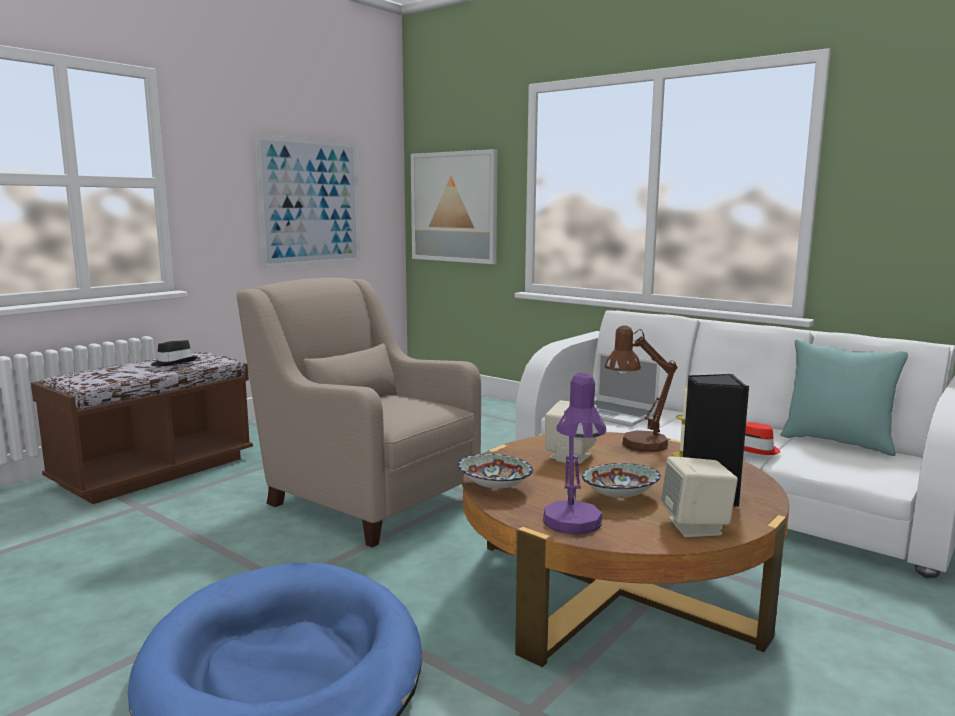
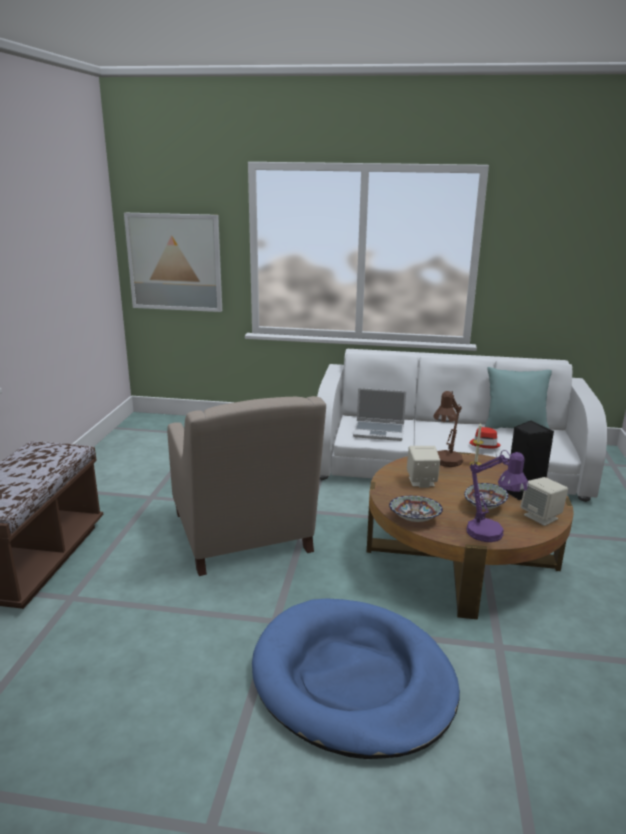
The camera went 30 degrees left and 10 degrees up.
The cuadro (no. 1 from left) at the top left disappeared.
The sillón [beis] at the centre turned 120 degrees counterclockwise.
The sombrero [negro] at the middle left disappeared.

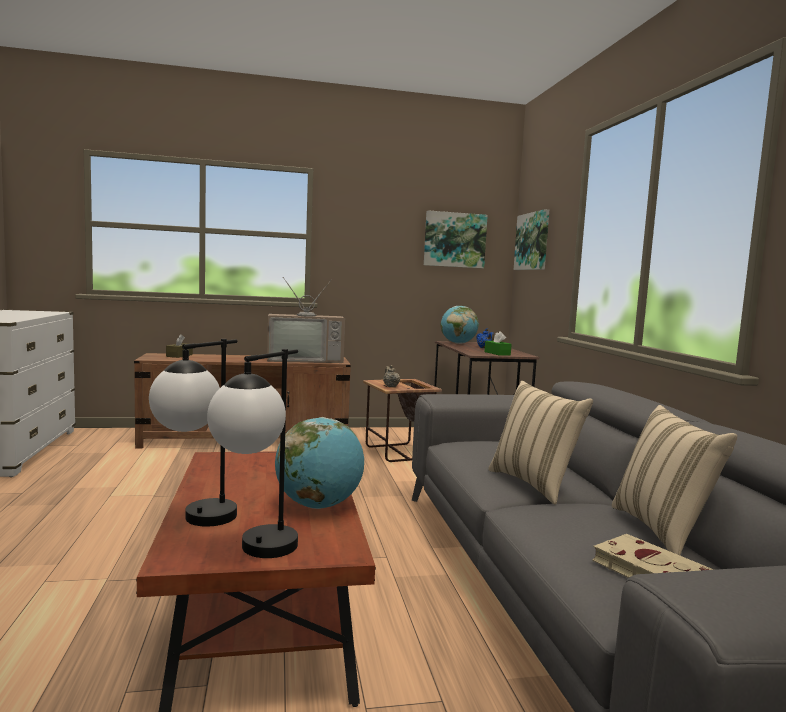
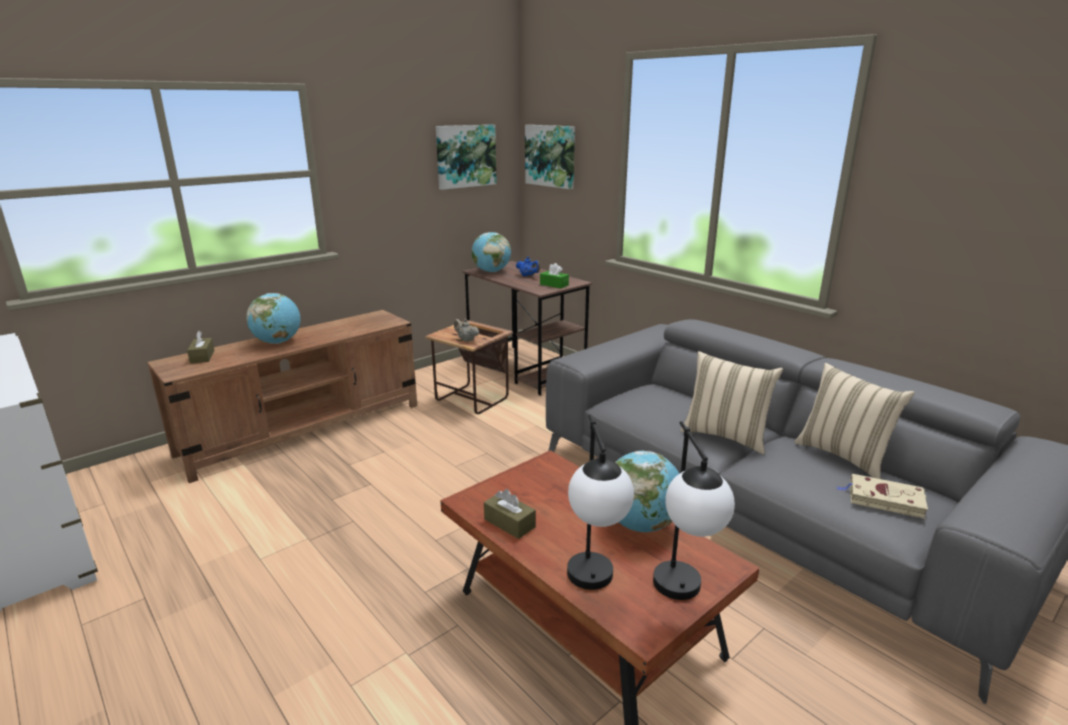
The camera went 30 degrees left and 15 degrees up.
The televisor at the centre disappeared.
The globo terráqueo (no. 1 from left) at the middle left appeared.
The caja de pañuelos [marrón] (no. 2 from left) at the bottom centre appeared.

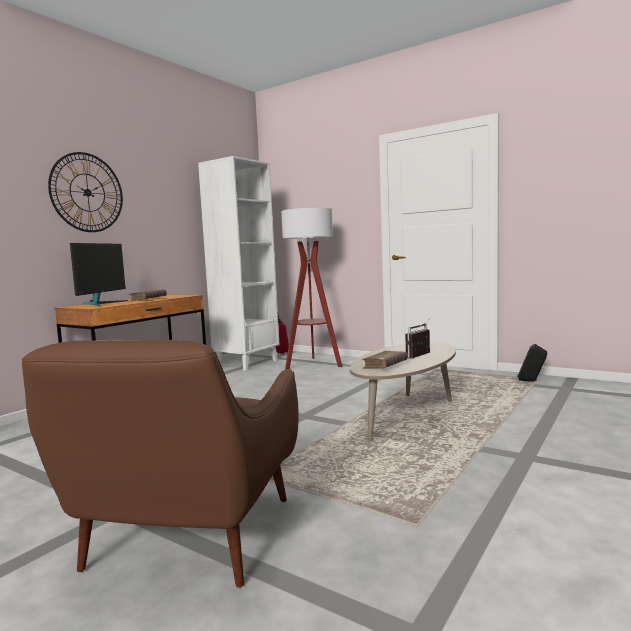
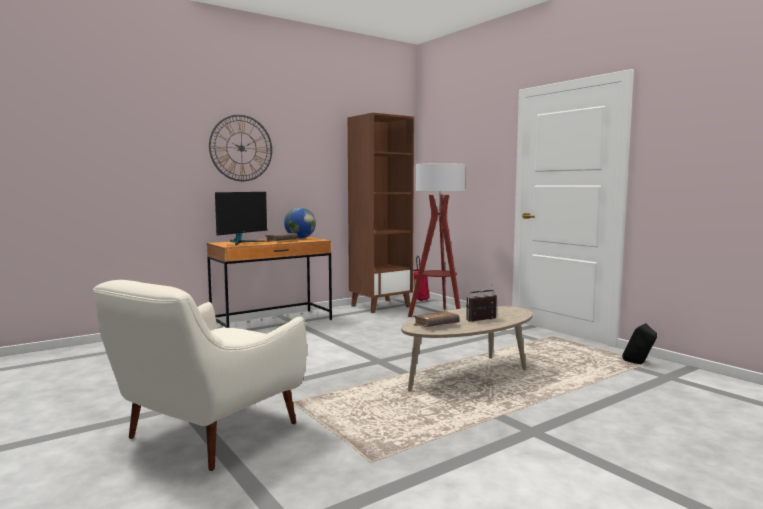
The camera went 20 degrees right and 0 degrees up.
The estantería [blanco] at the centre became the estantería [marrón] at the centre.
The sillón [marrón] at the bottom left became the sillón [blanco] at the bottom left.
The globo terráqueo at the centre appeared.

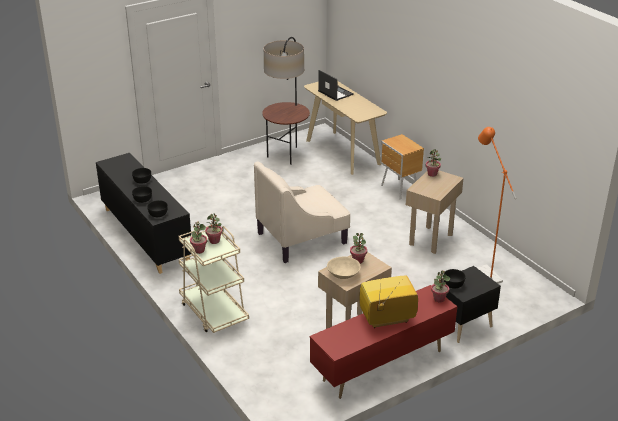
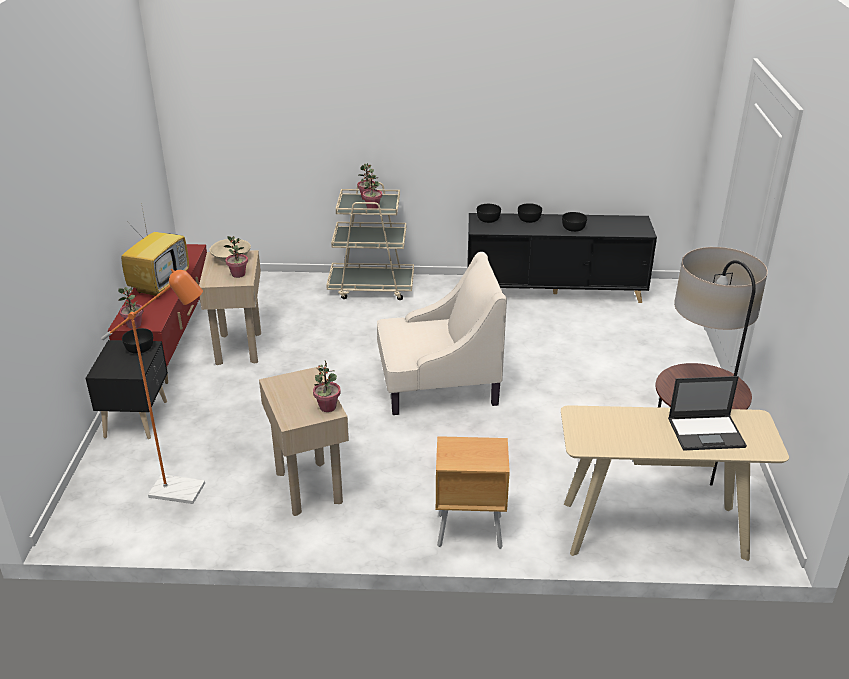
The camera went 125 degrees right and 0 degrees up.
The sillón [beis] at the centre turned 75 degrees clockwise.

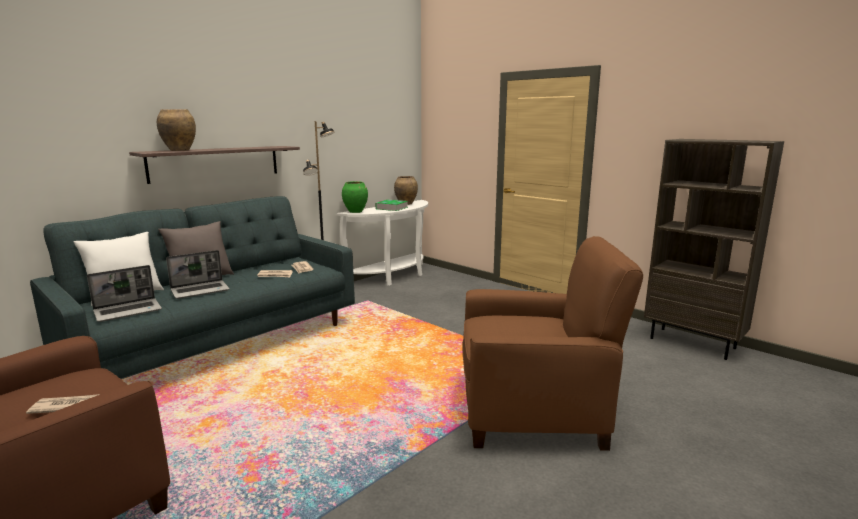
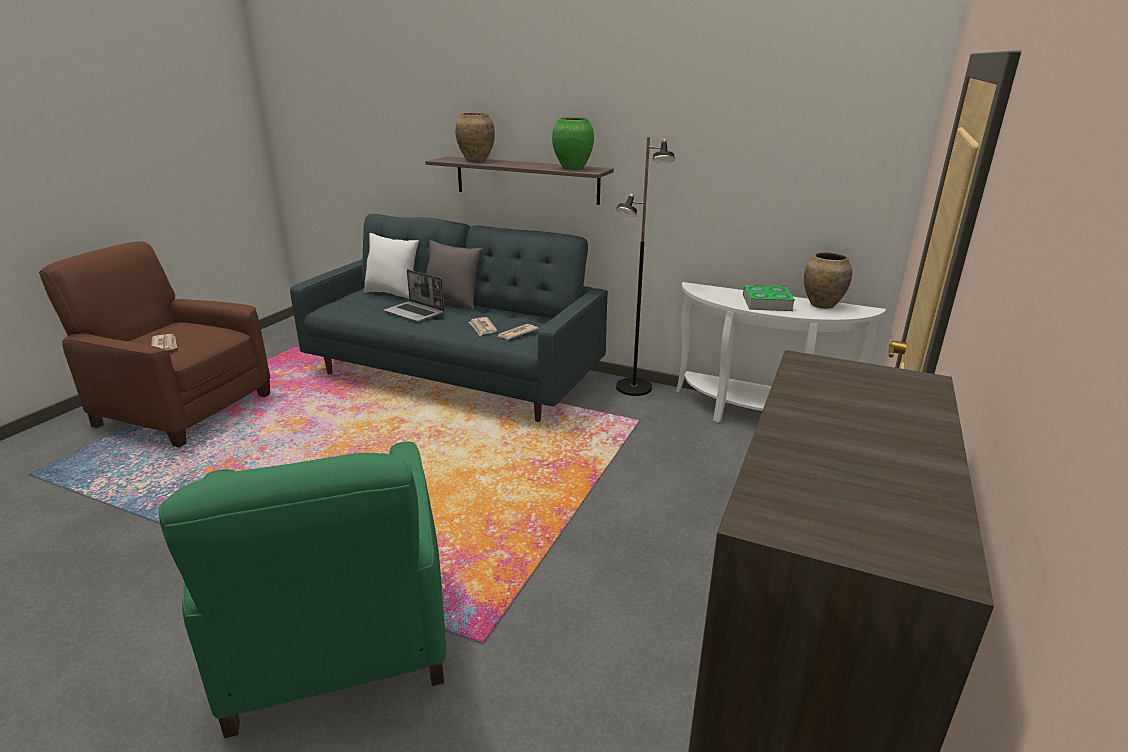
The camera went 70 degrees right and 10 degrees up.
The florero [verde] moved from the centre to the top centre.
The sillón [marrón] (no. 2 from left) at the centre became the sillón [verde] at the bottom left.
The portátil (no. 1 from left) at the middle left disappeared.

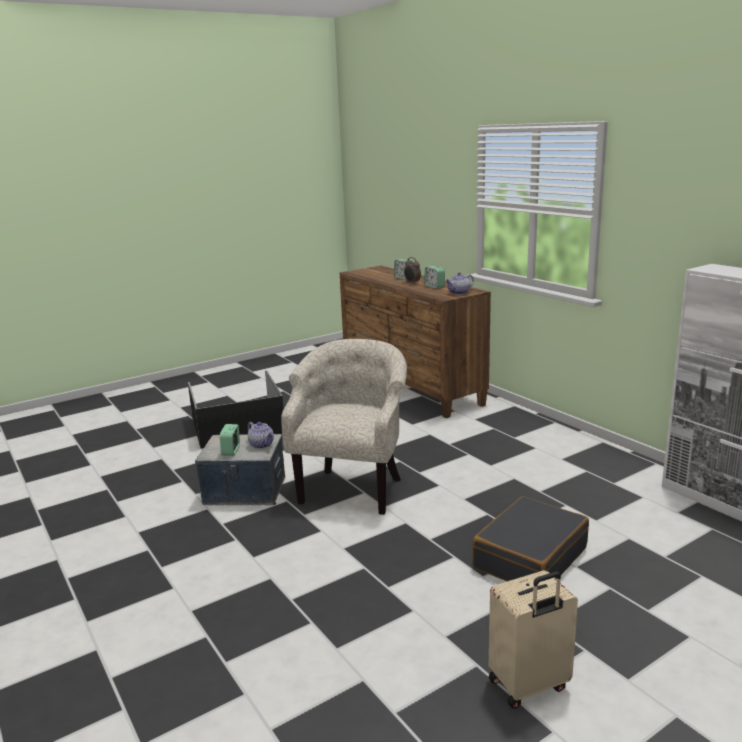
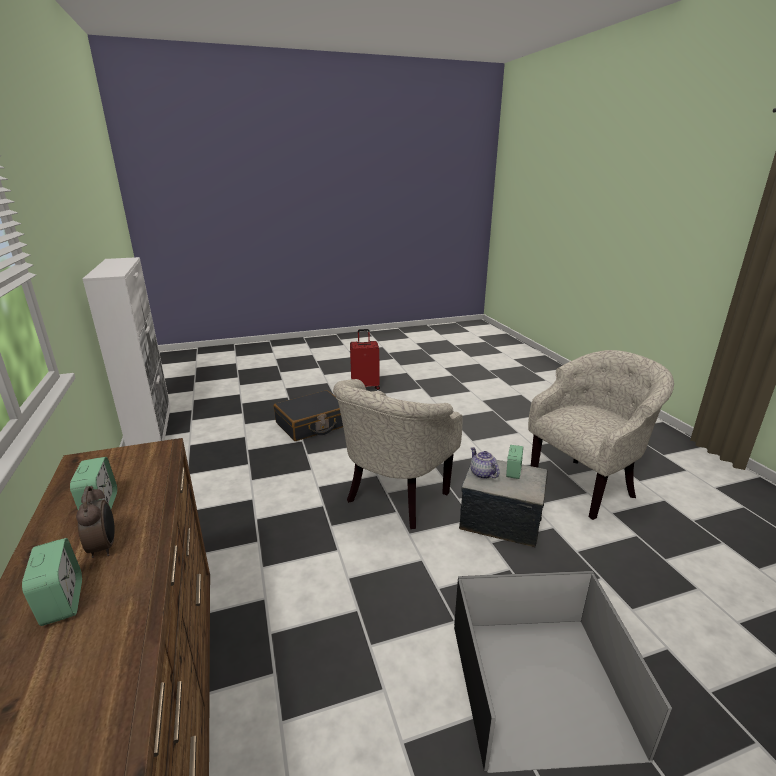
The camera went 165 degrees left and 5 degrees up.
The tetera (no. 2 from left) at the centre disappeared.
The maleta [beis] at the bottom right became the maleta [rojo] at the centre.
The sillón [beis] (no. 2 from left) at the middle right appeared.

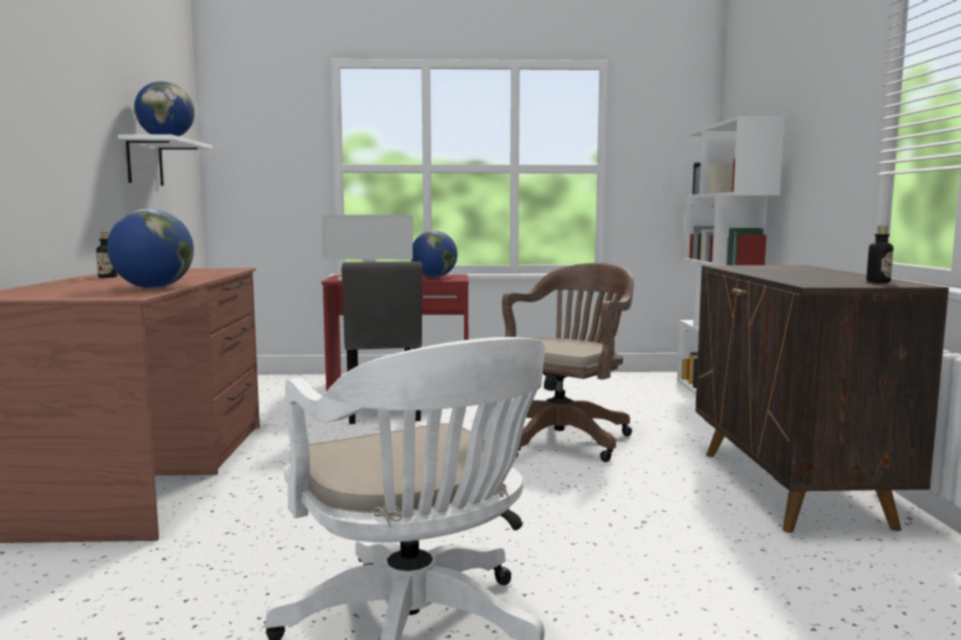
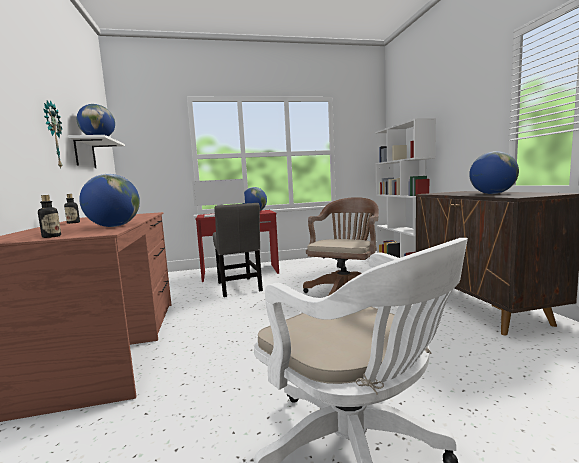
The camera went 10 degrees left and 0 degrees up.
The botella (no. 2 from left in the first image) moved from the middle right to the middle left.
The reloj de pared at the top left appeared.
The globo terráqueo (no. 4 from left) at the middle right appeared.

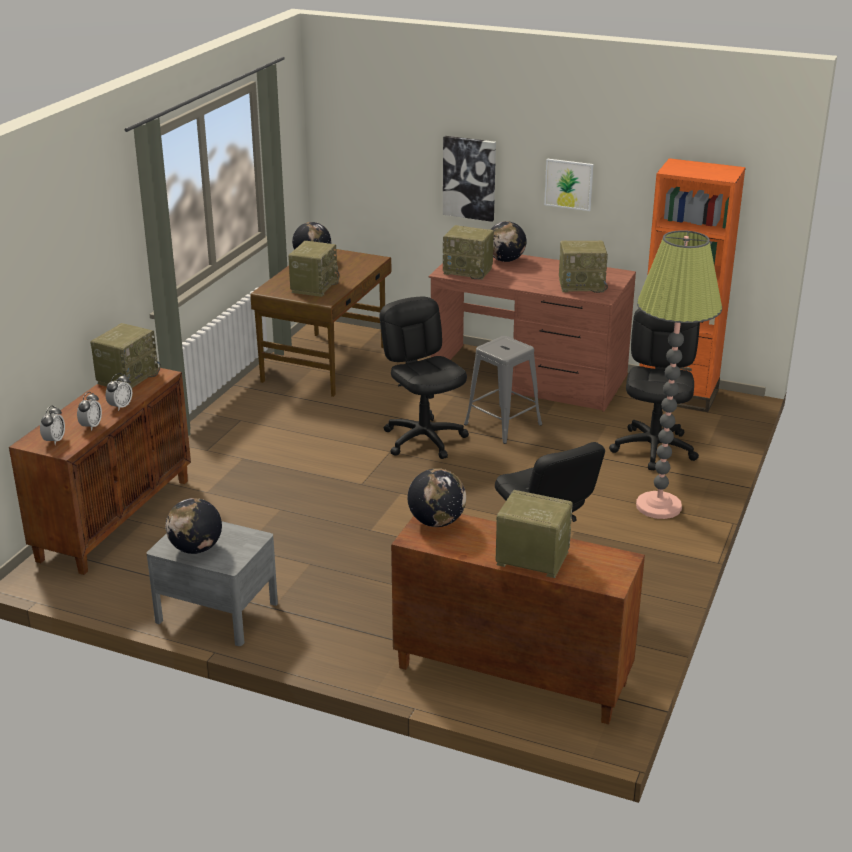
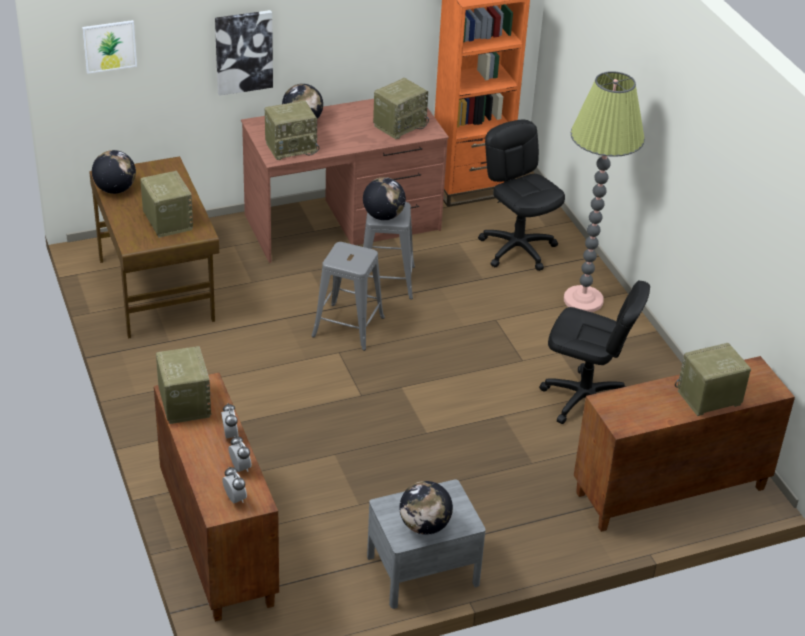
The camera went 45 degrees left and 10 degrees up.
The cuadro (no. 2 from left in the first image) moved from the top right to the top left.
The silla de oficina [negro] (no. 1 from left) at the centre was replaced by the taburete [gris] (no. 1 from left) at the centre.
The globo terráqueo (no. 3 from left) moved from the centre to the top centre.

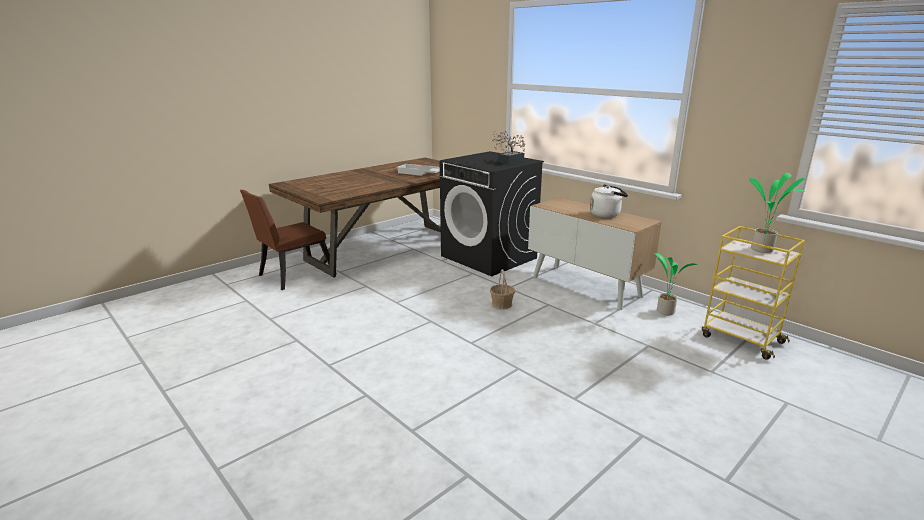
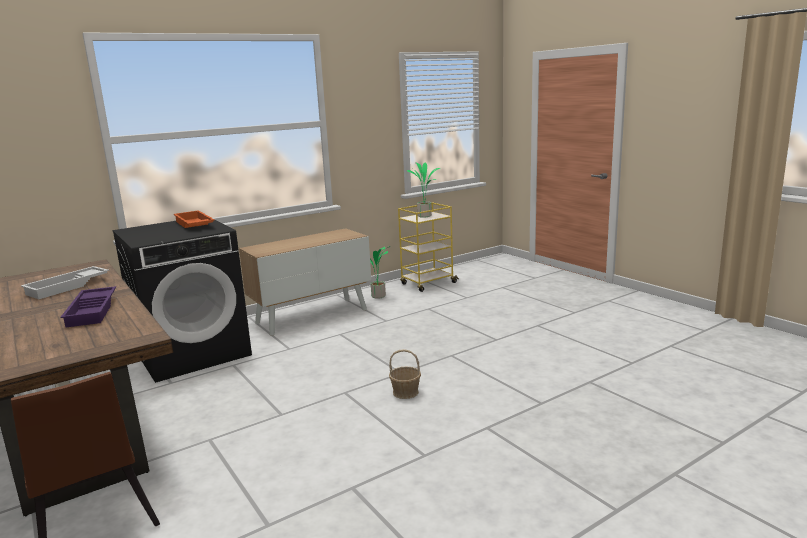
The camera went 80 degrees left and 5 degrees down.
The planta en maceta (no. 1 from left) at the top centre was replaced by the bandeja [naranja] at the middle left.
The hervidor [blanco] at the centre disappeared.
The cesta moved from the centre to the bottom centre.
The bandeja [morado] at the middle left appeared.

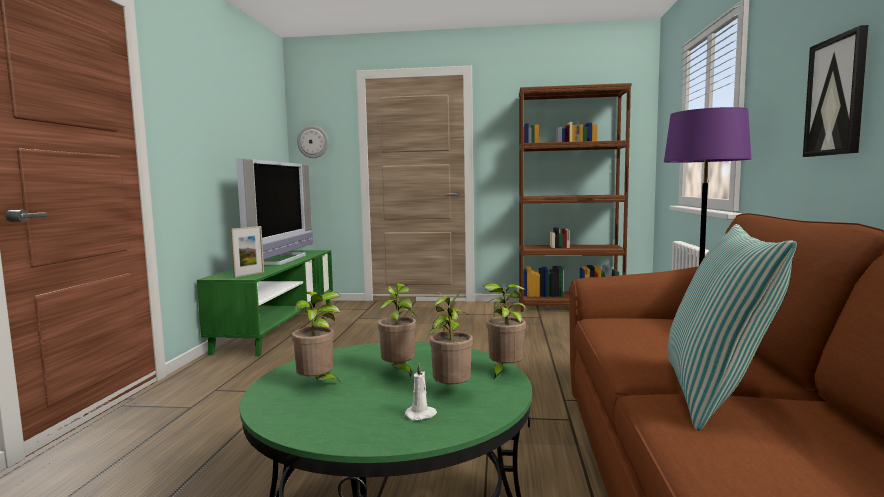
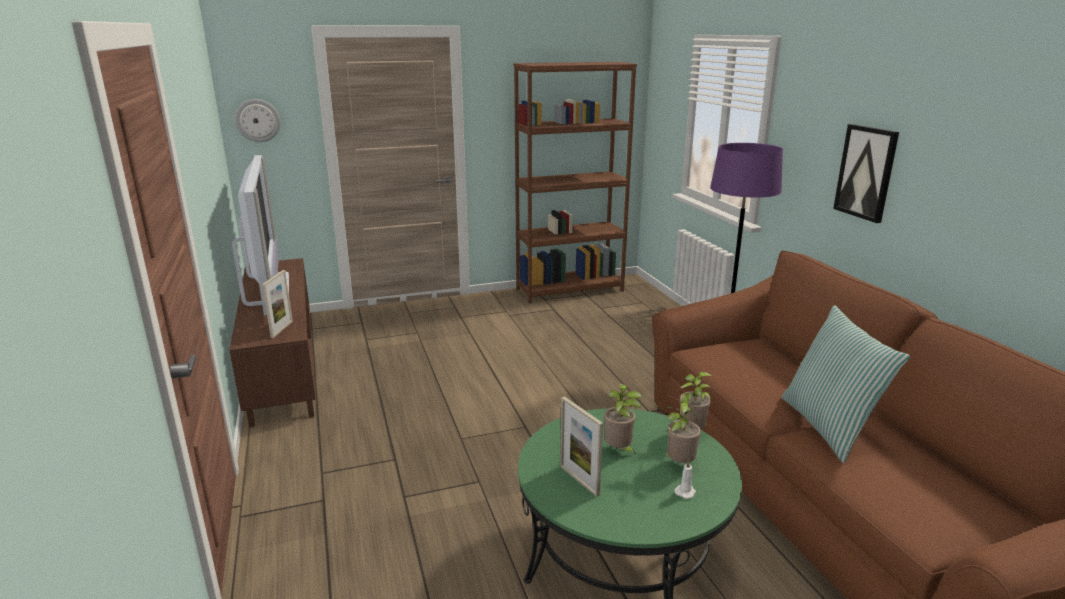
The camera went 25 degrees left and 15 degrees up.
The mueble de televisión [verde] at the middle left became the mueble de televisión [marrón] at the middle left.
The planta en maceta (no. 1 from left) at the bottom centre was replaced by the portarretratos (no. 2 from left) at the bottom centre.

